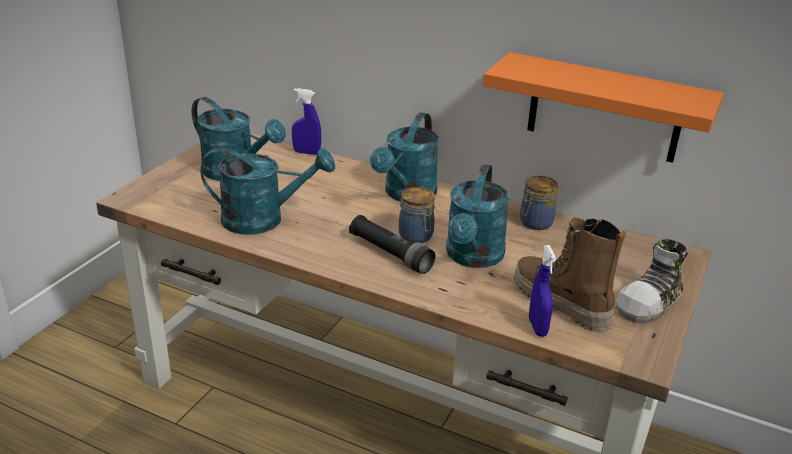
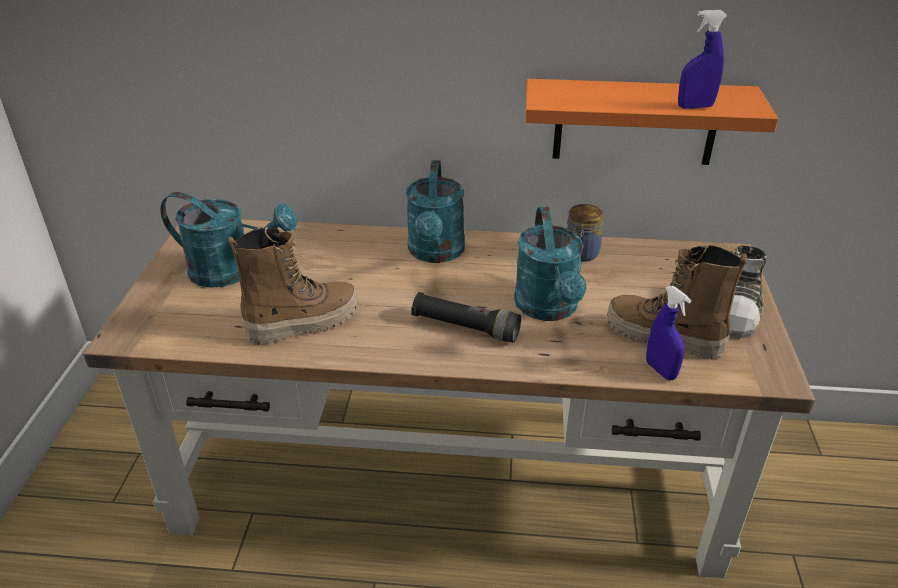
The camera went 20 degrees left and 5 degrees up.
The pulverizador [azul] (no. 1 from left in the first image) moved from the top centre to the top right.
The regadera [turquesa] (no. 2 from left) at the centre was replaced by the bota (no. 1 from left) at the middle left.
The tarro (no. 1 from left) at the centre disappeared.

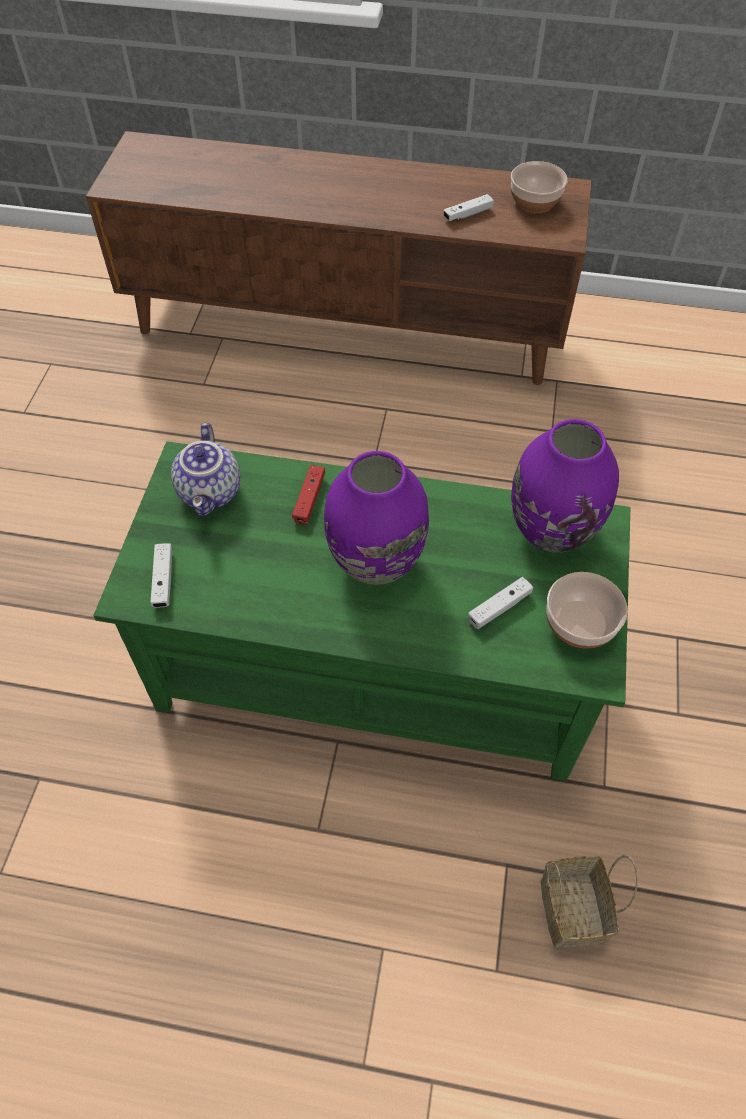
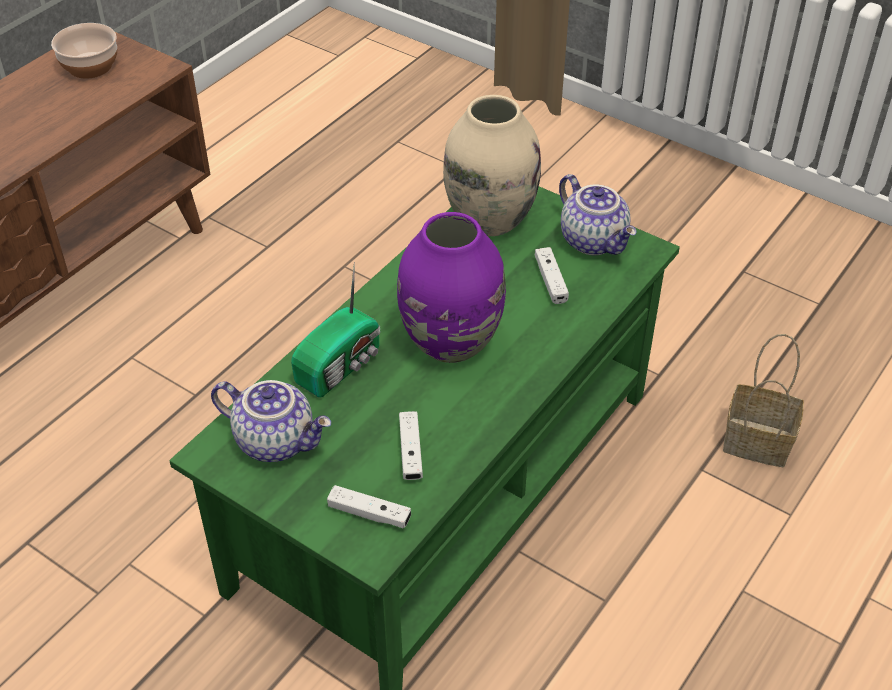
The camera went 65 degrees left and 10 degrees down.
The mando de consola [blanco] (no. 2 from left) moved from the top centre to the centre.
The florero [morado] (no. 2 from left) at the middle right became the florero [beis] at the top centre.
The mando de consola [rojo] at the centre was replaced by the radio at the centre.
The cuenco (no. 2 from left) at the middle right was replaced by the tetera (no. 2 from left) at the top right.

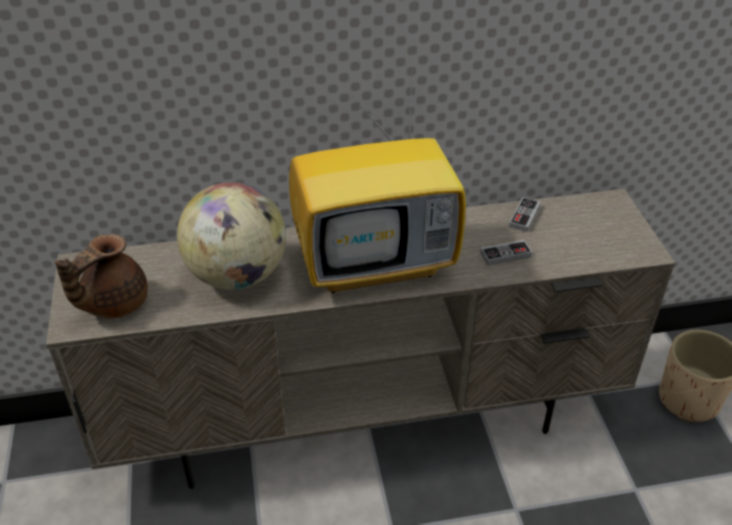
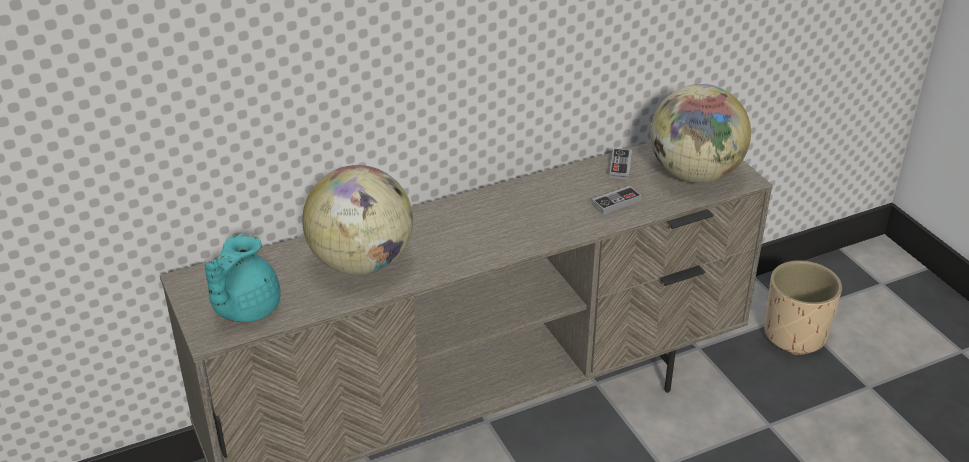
The camera went 15 degrees left and 5 degrees down.
The televisor at the centre disappeared.
The tetera [marrón] at the middle left became the tetera [turquesa] at the middle left.
The globo terráqueo (no. 2 from left) at the top right appeared.

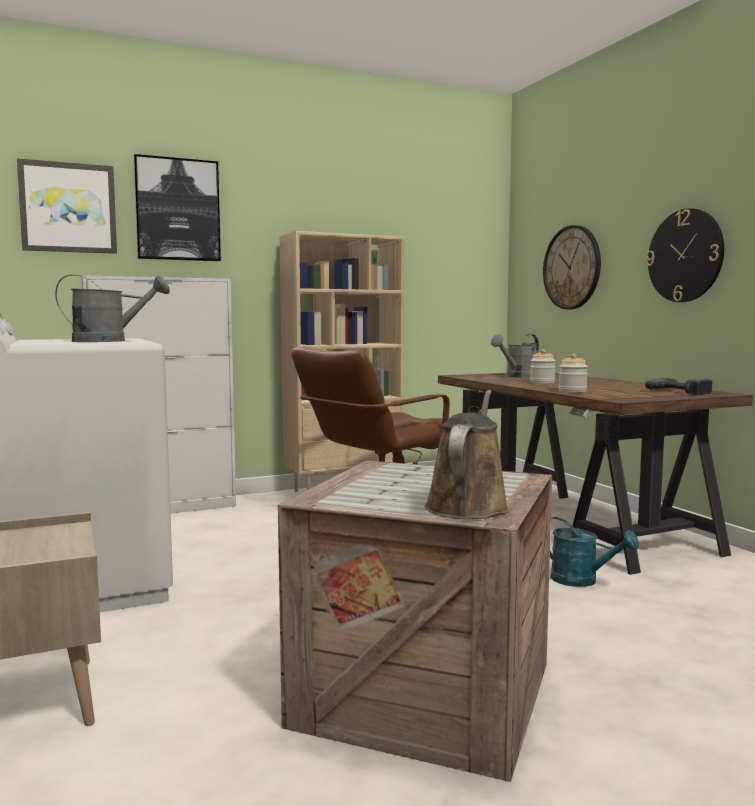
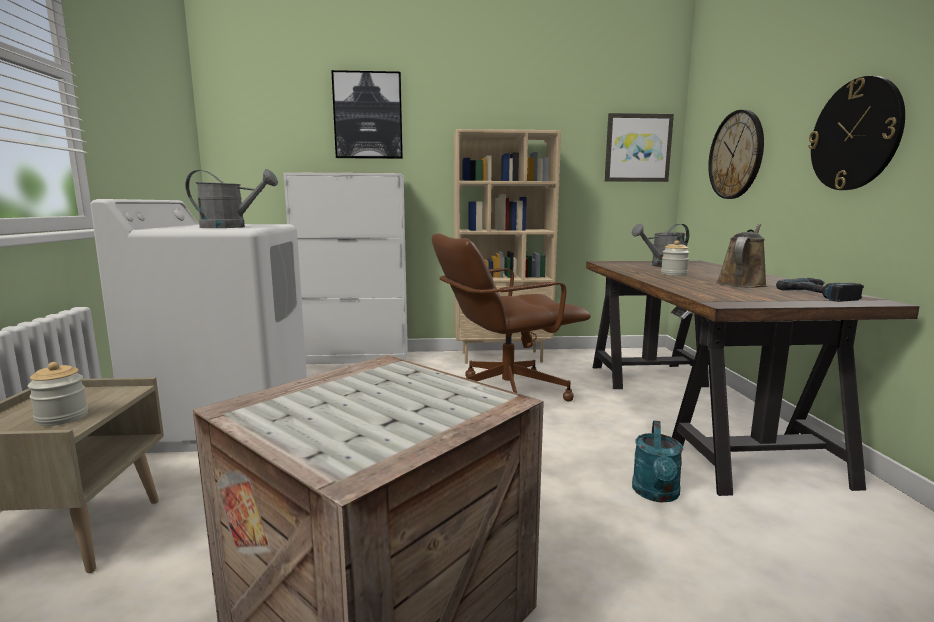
The camera went 20 degrees right and 5 degrees up.
The cuadro (no. 1 from left in the first image) moved from the top left to the top right.
The tarro (no. 2 from left in the first image) moved from the middle right to the middle left.
The regadera [marrón] moved from the centre to the middle right.
The regadera [turquesa] at the bottom right turned 45 degrees clockwise.

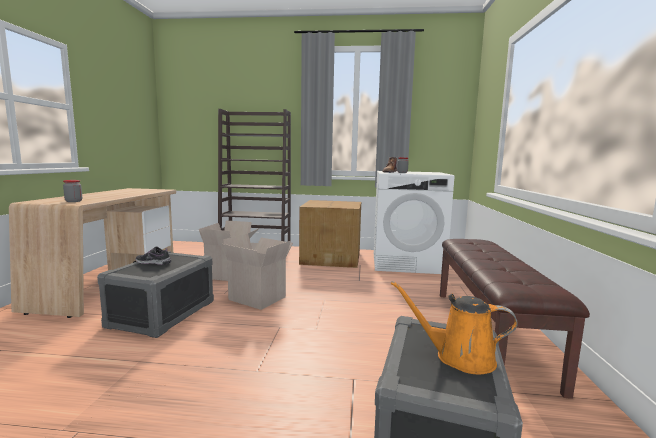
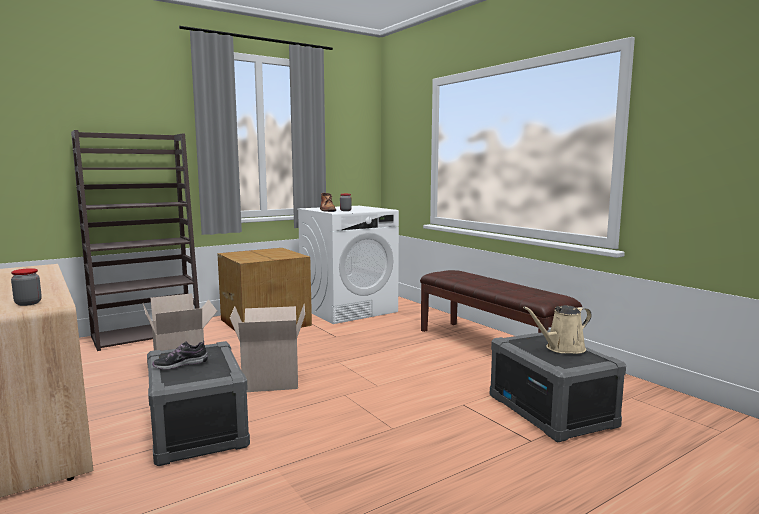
The camera went 40 degrees left and 0 degrees up.
The regadera [naranja] at the bottom right became the regadera [beis] at the middle right.

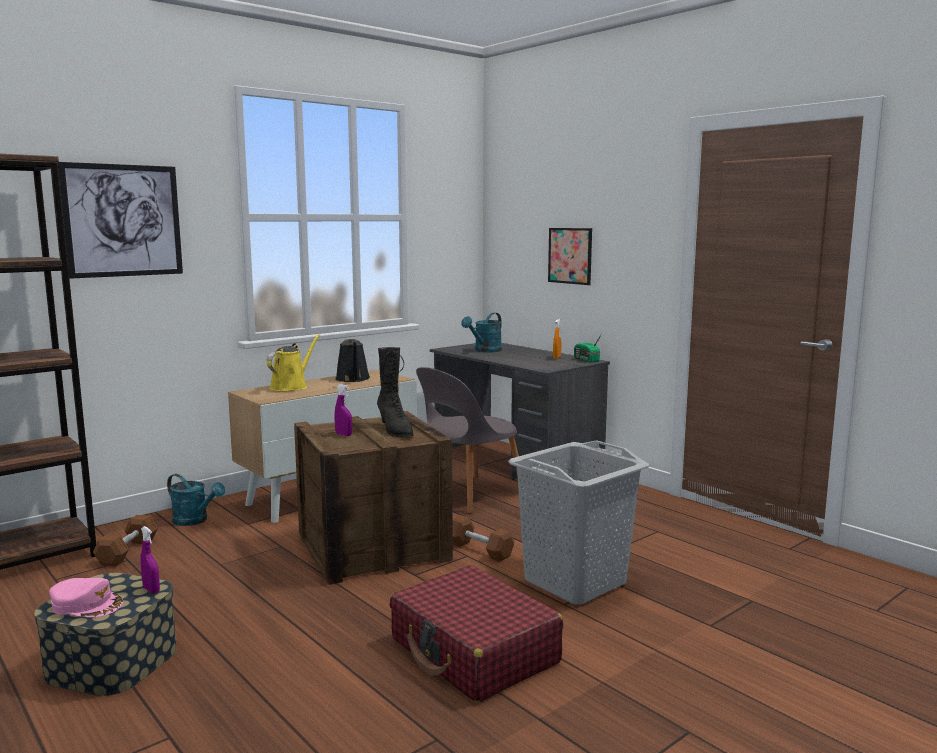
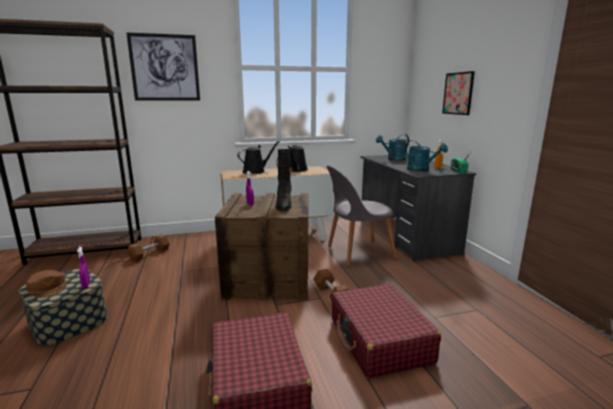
The camera went 25 degrees right and 5 degrees up.
The regadera [amarillo] at the middle left became the regadera [negro] (no. 1 from left) at the centre.
The cesto de la ropa [gris] at the bottom centre was replaced by the maleta [rojo] (no. 2 from left) at the bottom centre.
The regadera [turquesa] (no. 1 from left in the first image) moved from the middle left to the middle right.
The gorra [rosa] at the bottom left became the gorra [marrón] at the bottom left.

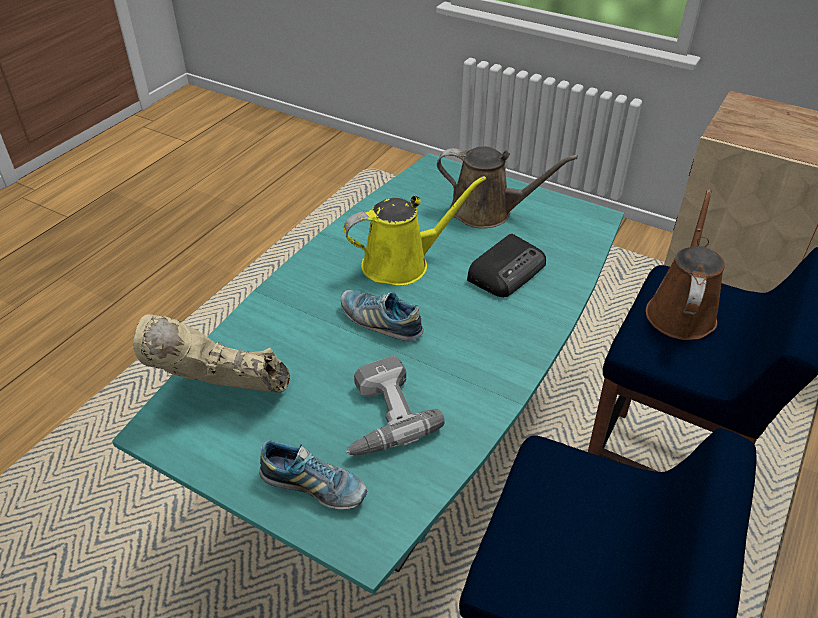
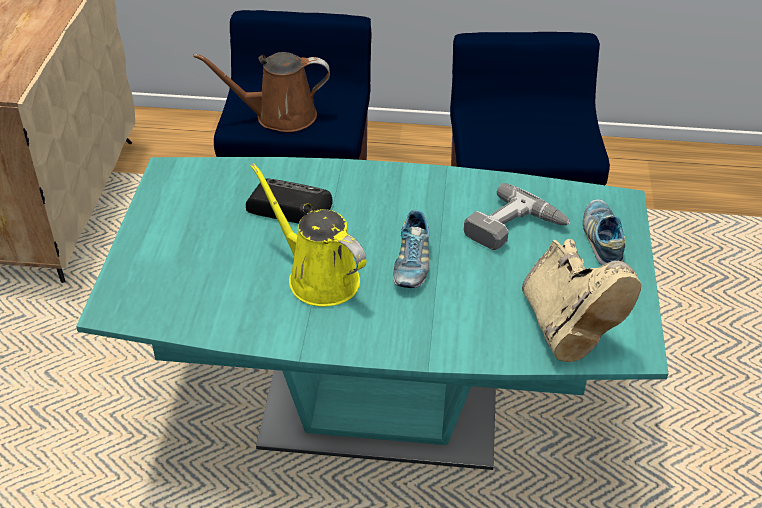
The camera went 115 degrees left and 0 degrees up.
The regadera [marrón] (no. 1 from left) at the top centre disappeared.

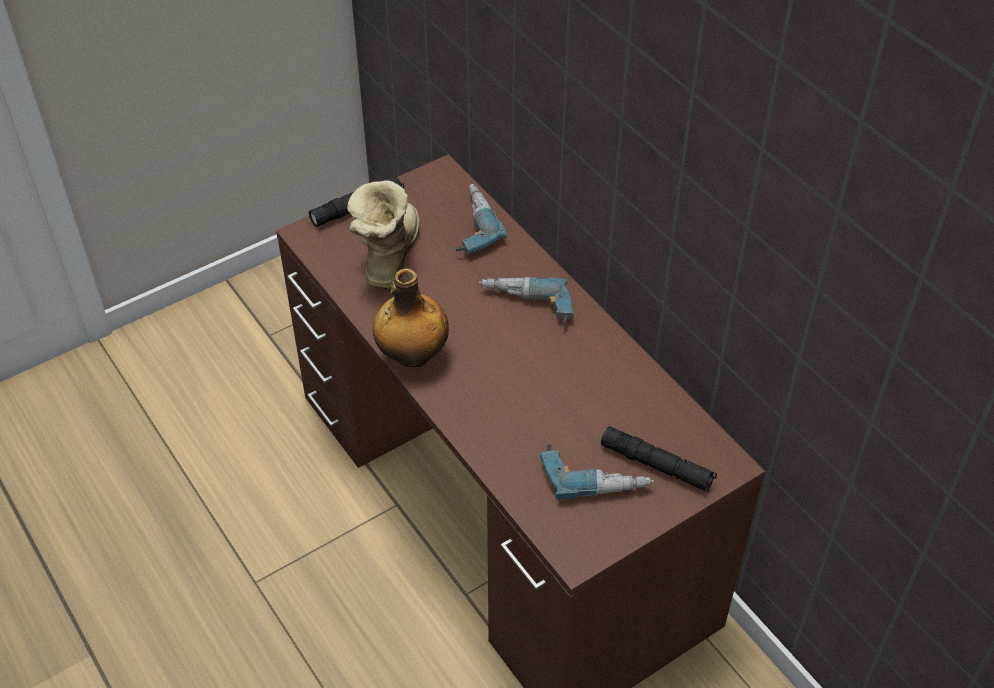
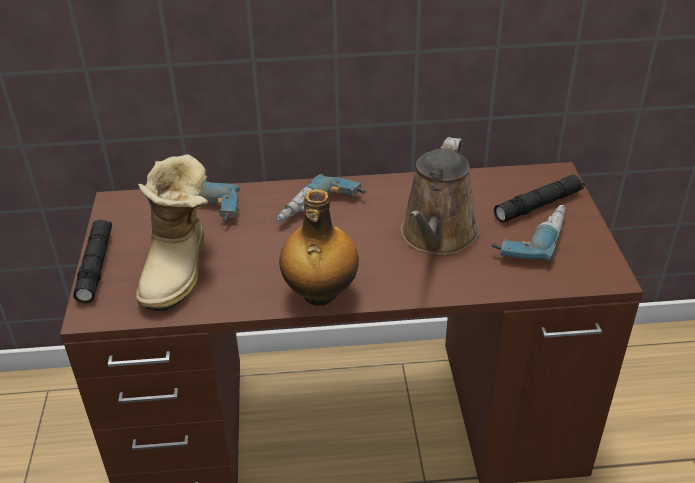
The camera went 60 degrees left and 10 degrees down.
The bota at the centre turned 120 degrees counterclockwise.
The regadera [marrón] at the centre appeared.

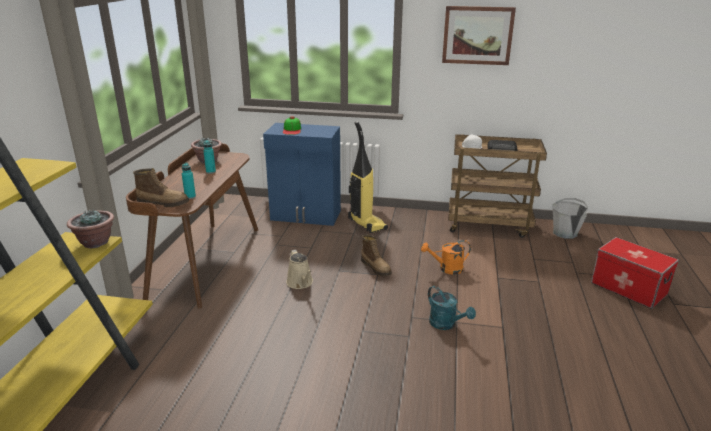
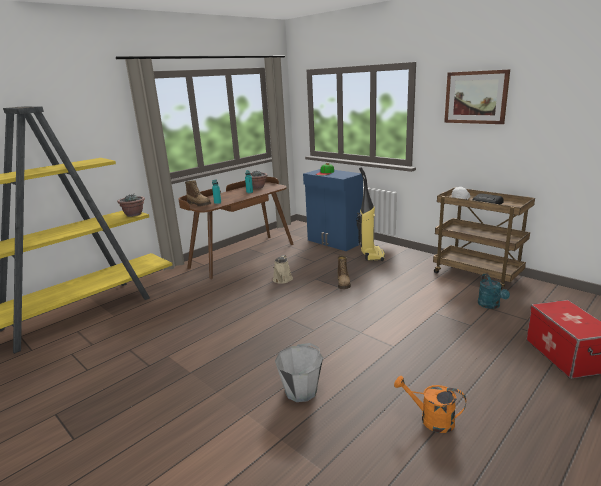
The camera went 35 degrees right and 5 degrees down.
The cubo [gris] moved from the middle right to the bottom centre.
The regadera [naranja] moved from the centre to the bottom right.
The regadera [turquesa] moved from the bottom centre to the middle right.

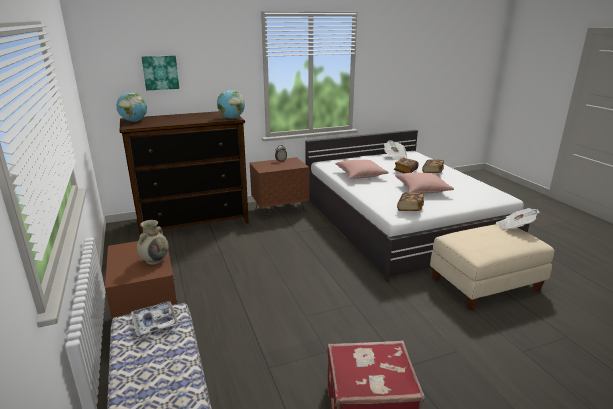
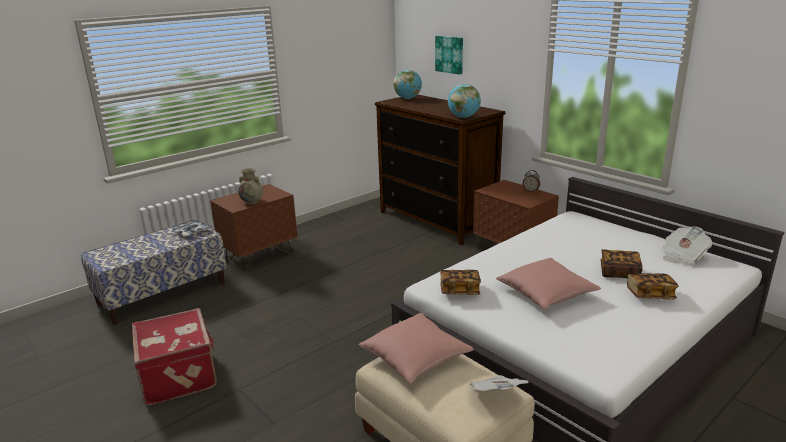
The camera went 70 degrees right and 0 degrees up.
The cojín [rosa] (no. 1 from left) moved from the centre to the bottom centre.

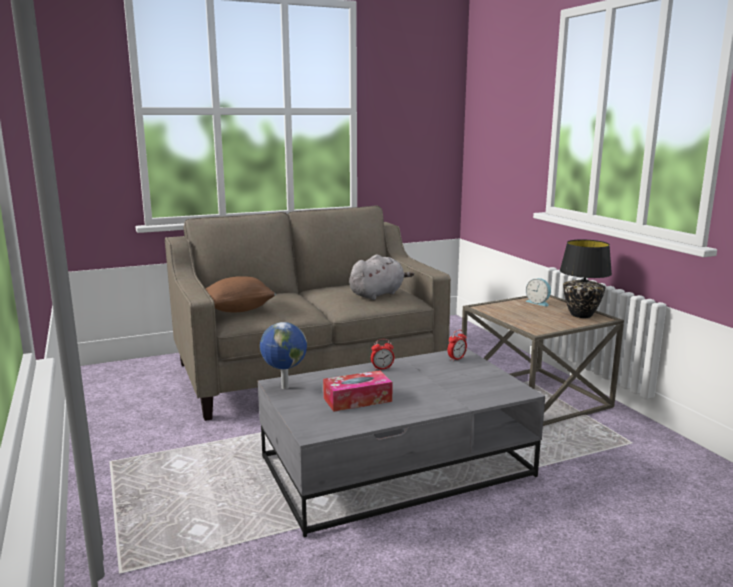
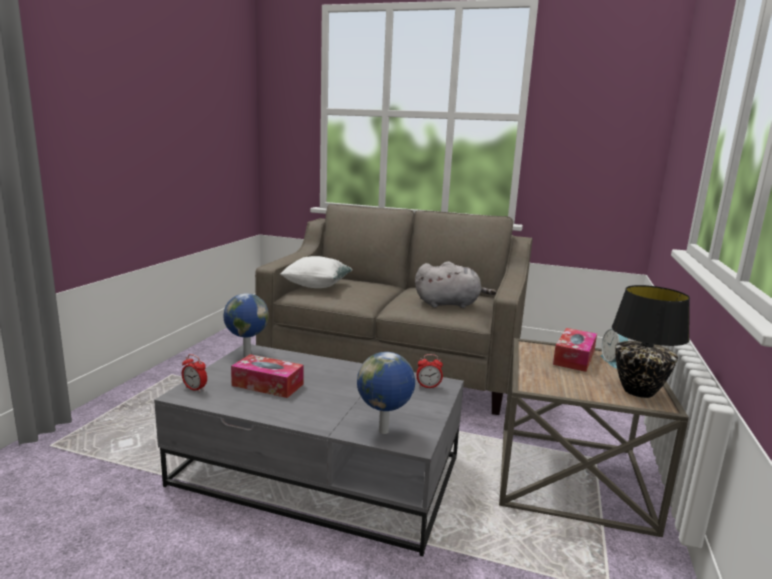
The camera went 40 degrees right and 0 degrees up.
The cojín [marrón] at the middle left became the cojín [blanco] at the centre.
The despertador (no. 1 from left) moved from the centre to the middle left.
The caja de pañuelos (no. 2 from left) at the middle right appeared.
The globo terráqueo (no. 2 from left) at the bottom centre appeared.

